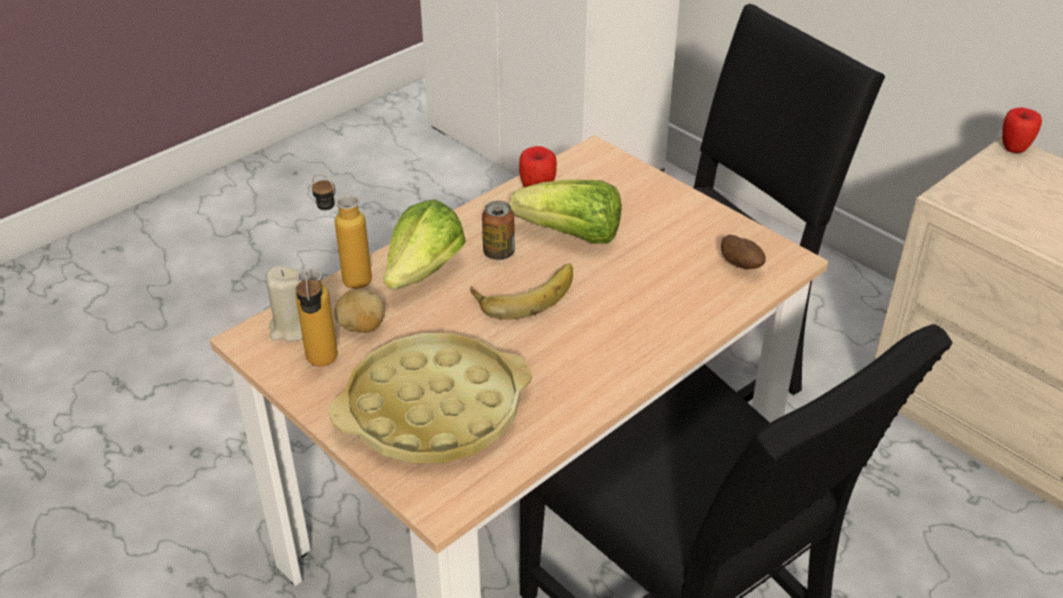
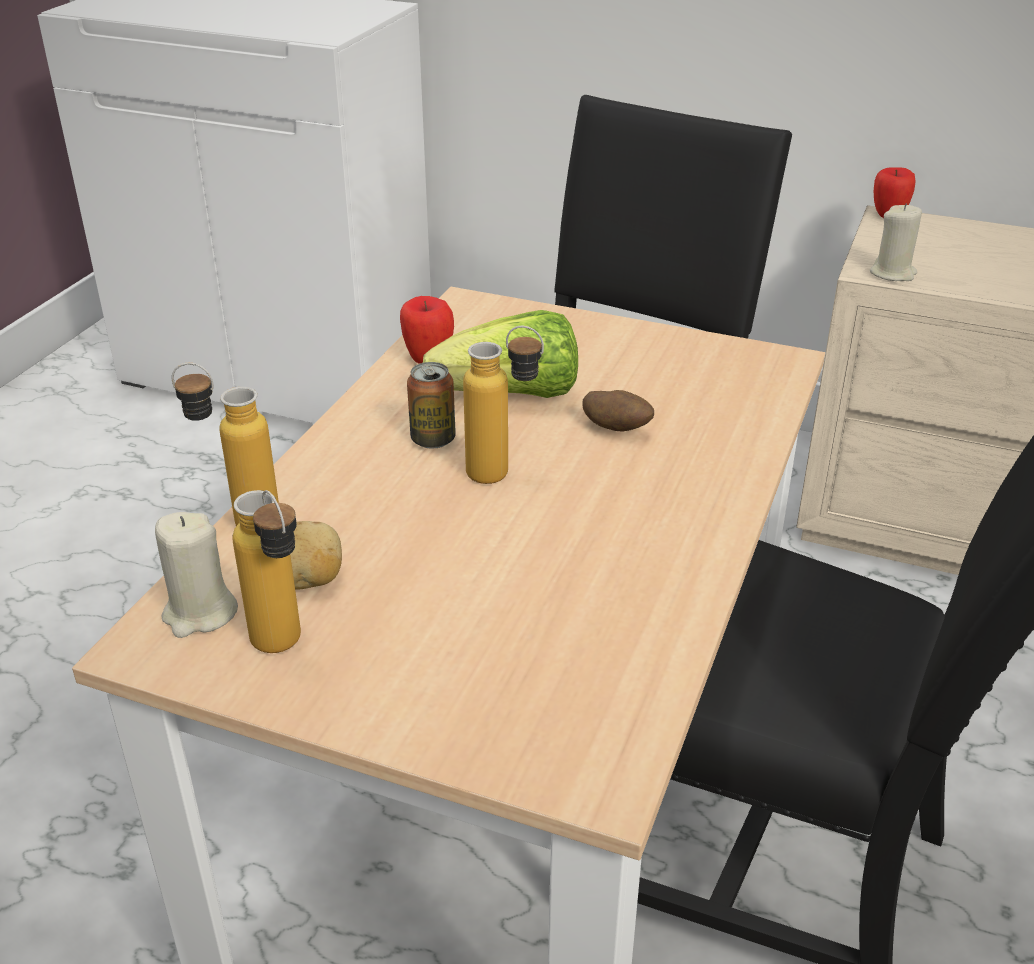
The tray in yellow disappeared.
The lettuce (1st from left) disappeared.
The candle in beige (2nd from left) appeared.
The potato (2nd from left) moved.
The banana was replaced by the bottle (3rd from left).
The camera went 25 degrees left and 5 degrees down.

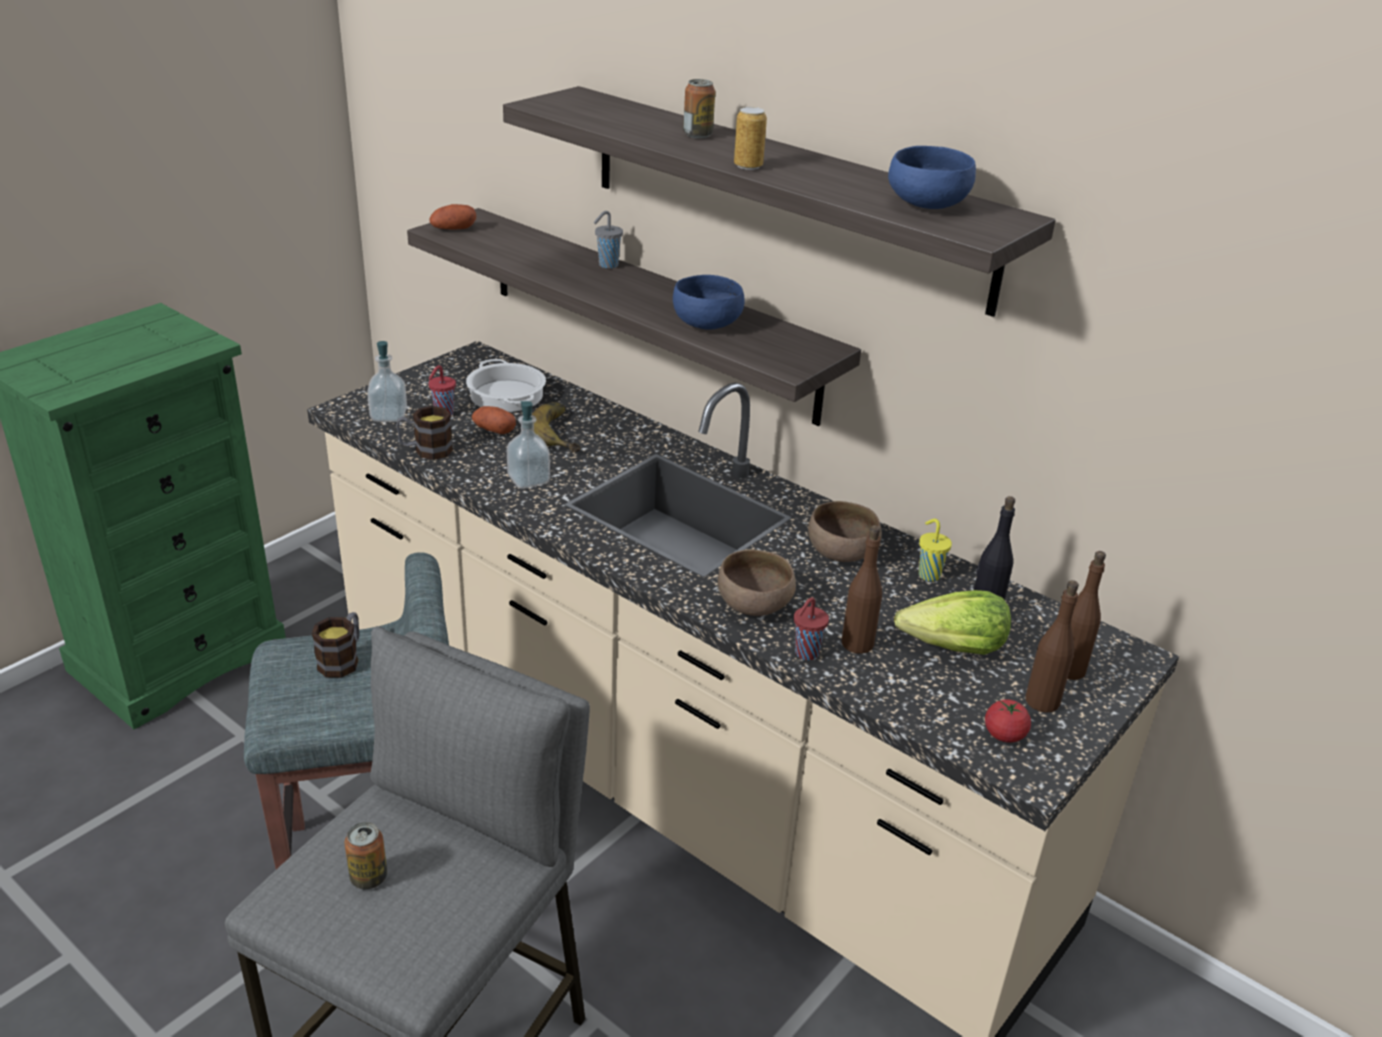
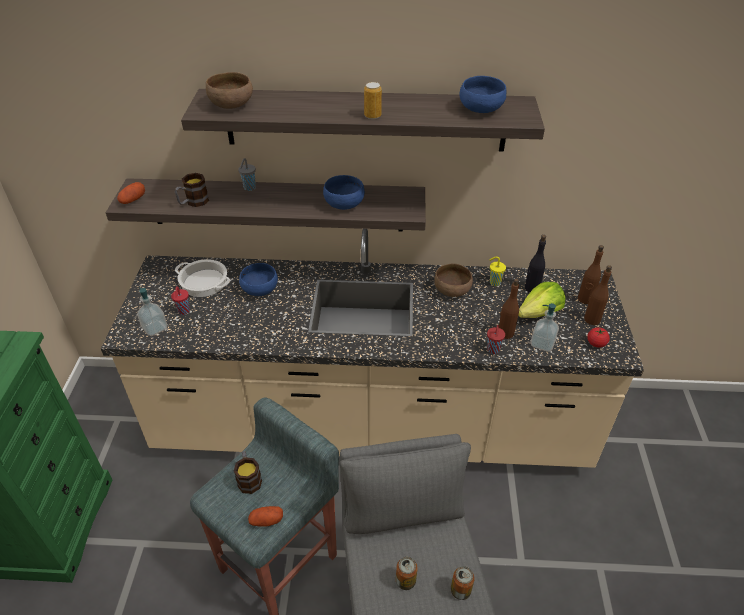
The mug (2nd from left in the first image) moved.
The potato (2nd from left) moved.
The soap dispenser (2nd from left) moved.
The can (2nd from left in the first image) moved.
The bowl in brown (1st from left) moved.
The banana was replaced by the bowl in blue (1st from left).
The camera went 35 degrees left and 10 degrees up.

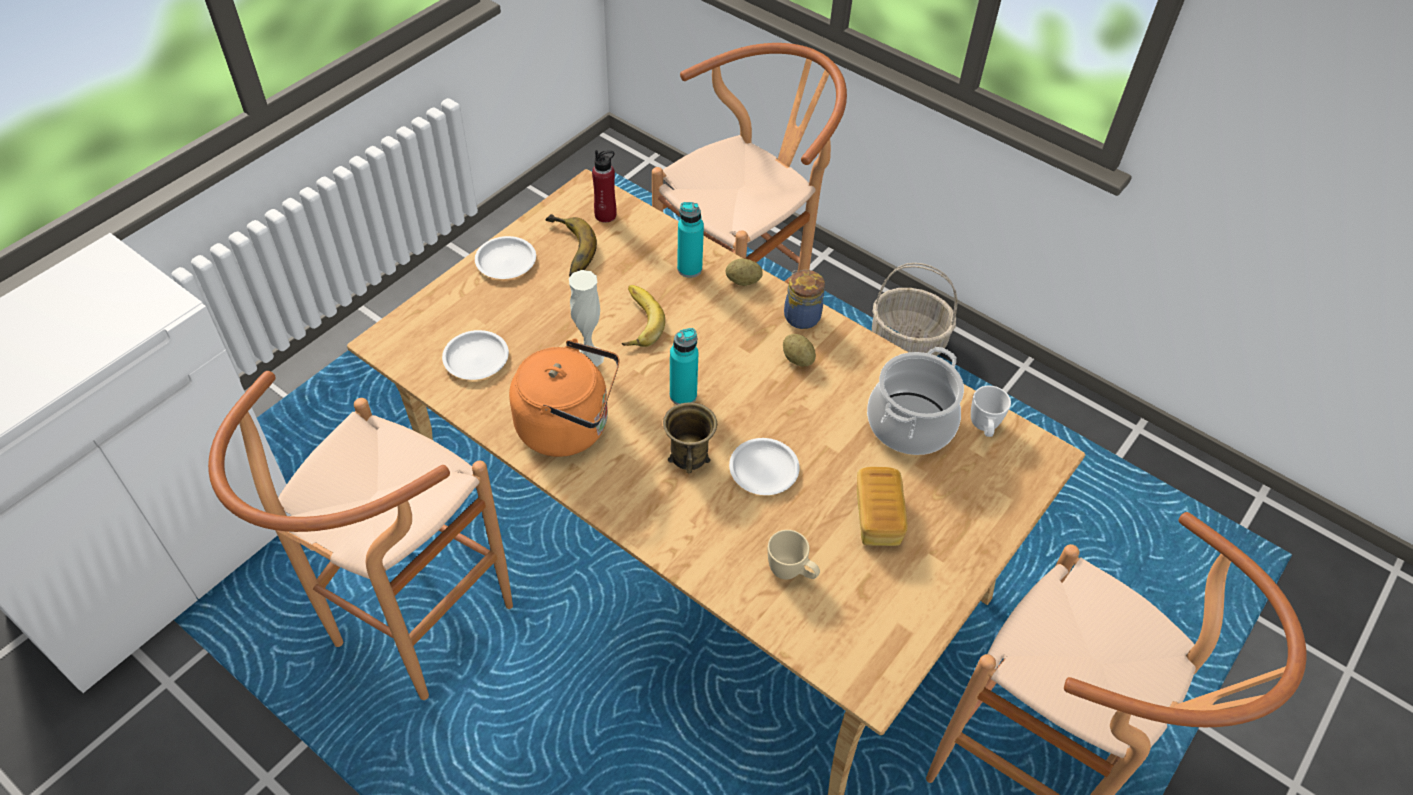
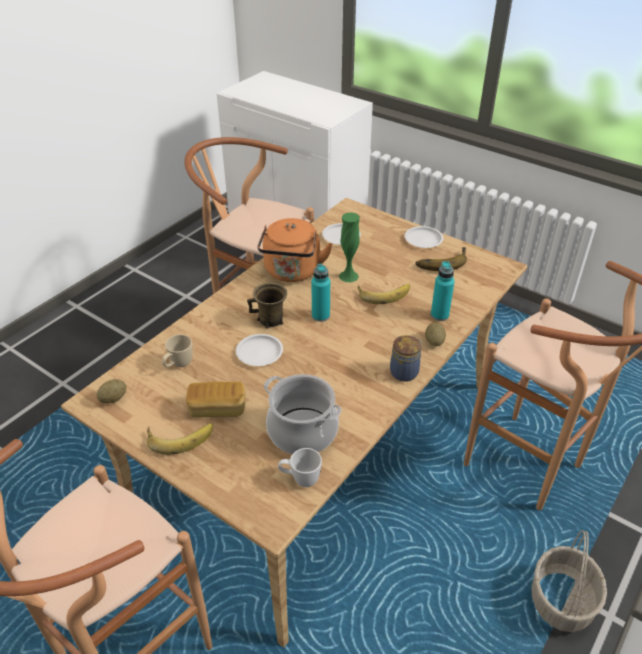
The bottle in red disappeared.
The banana (1st from left) appeared.
The potato (2nd from left in the first image) moved.
The vase in white became the vase in green.
The camera went 90 degrees right and 10 degrees down.

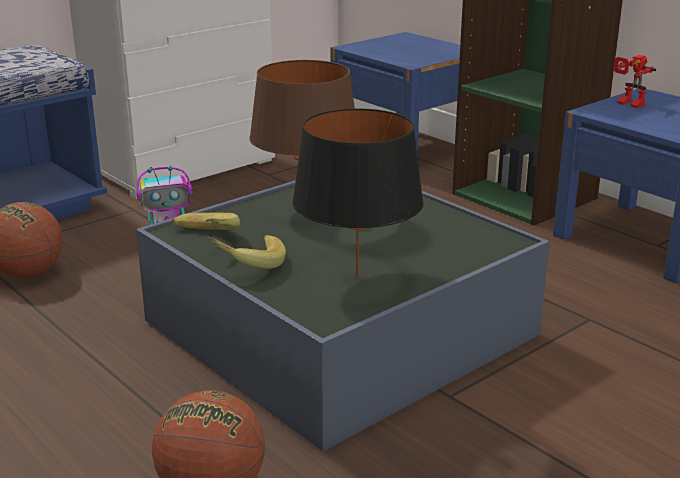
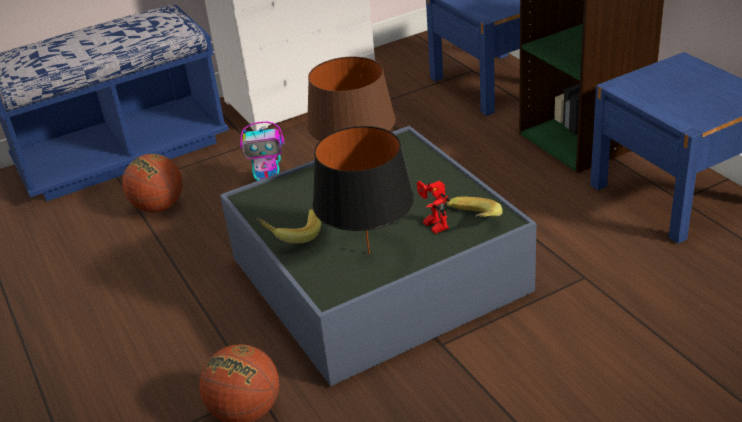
The banana (1st from left in the first image) moved.
The toy robot (2nd from left) moved.
The camera went 15 degrees right and 10 degrees up.

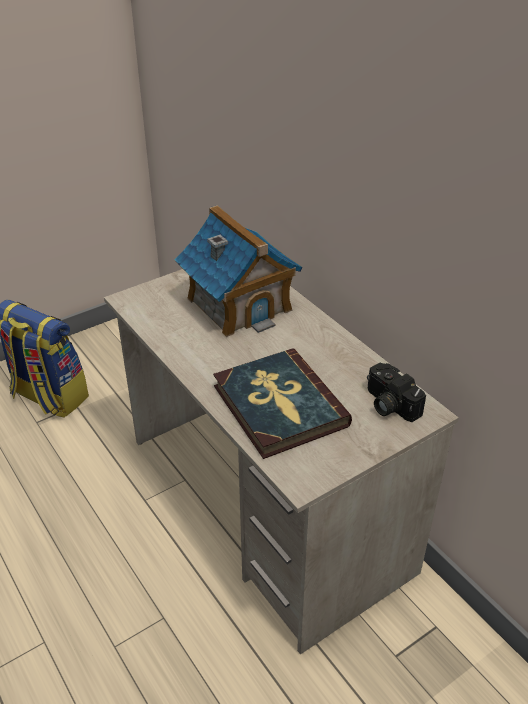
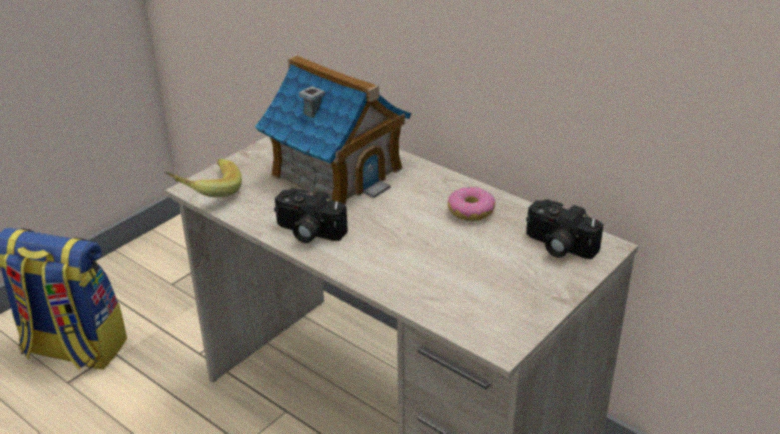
The book disappeared.
The banana appeared.
The photo camera (1st from left) appeared.
The donut appeared.
The camera went 15 degrees left and 5 degrees down.

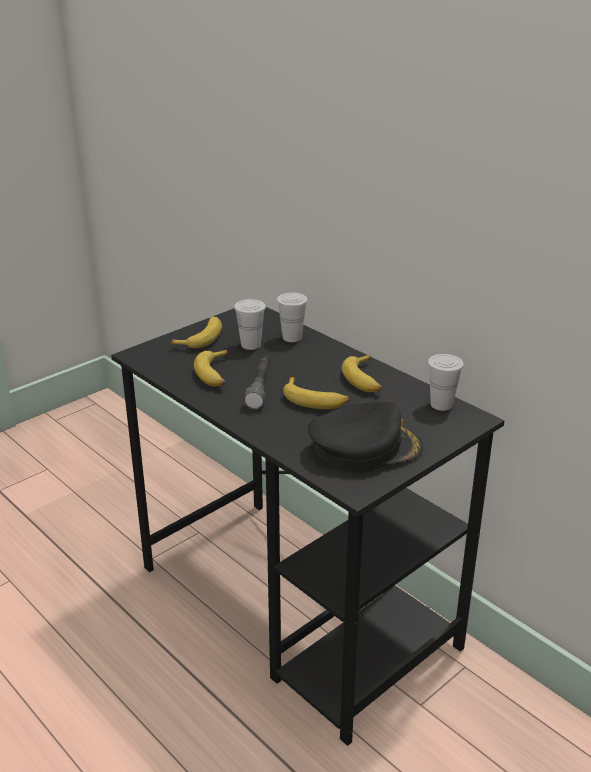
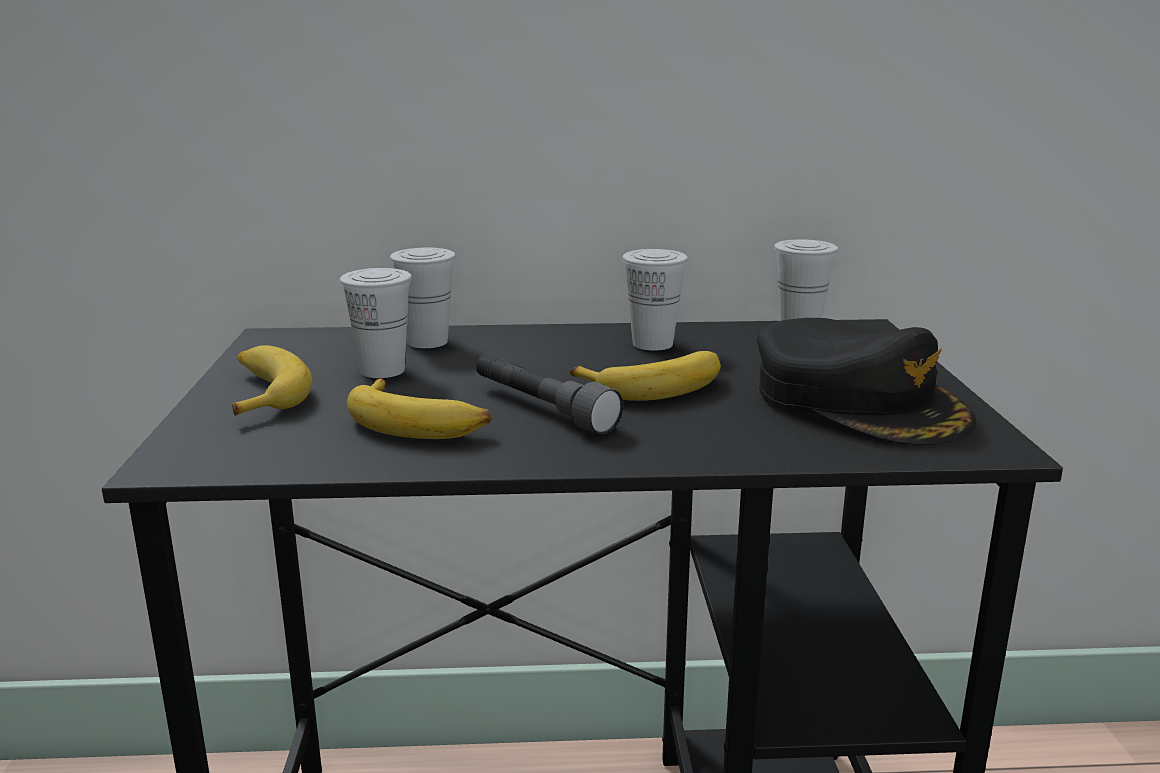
The banana (4th from left) was replaced by the cup in white (3rd from left).
The cap in black turned 120 degrees clockwise.
The camera went 50 degrees left and 10 degrees down.

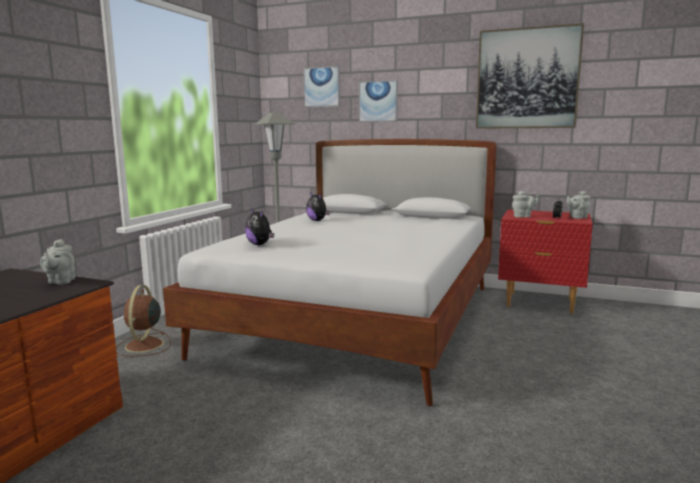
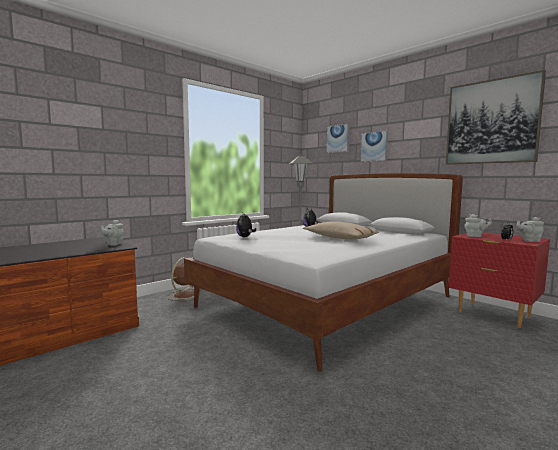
The pillow in beige appeared.
The camera went 25 degrees right and 5 degrees down.

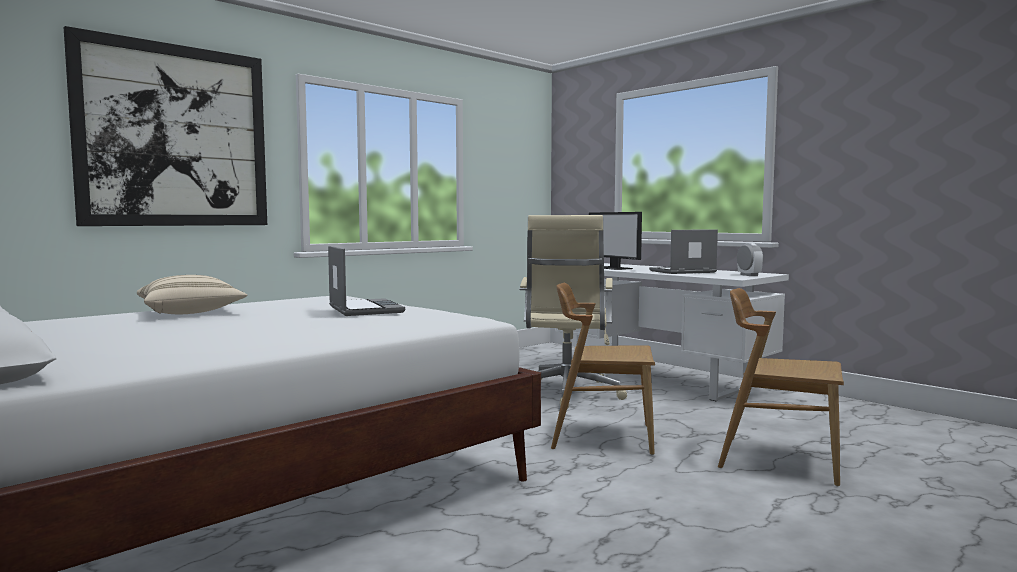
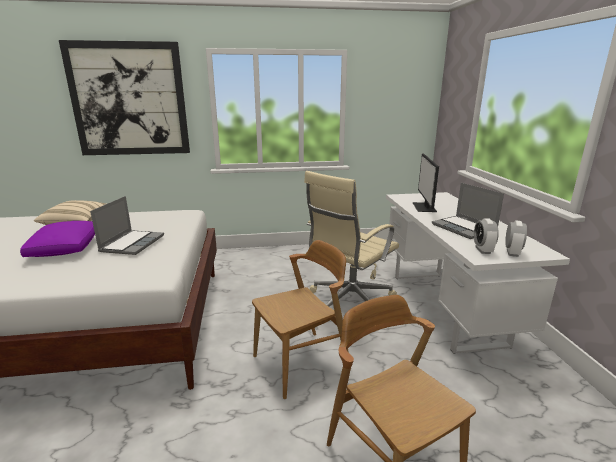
The pillow in purple appeared.
The alarm clock (1st from left) appeared.
The chair in brown (1st from left) turned 105 degrees clockwise.
The laptop (2nd from left) turned 135 degrees counterclockwise.
The camera went 35 degrees right and 15 degrees up.

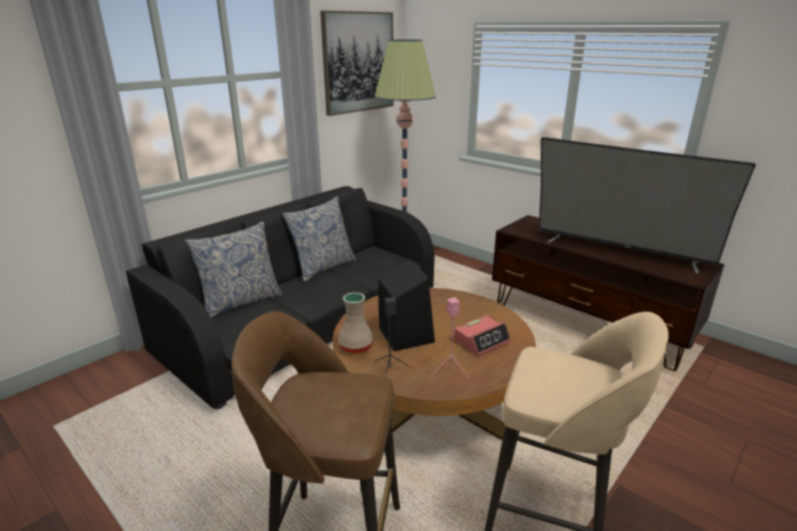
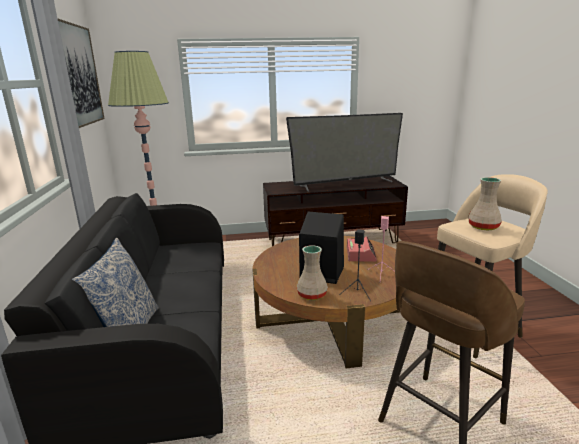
The pillow (2nd from left) disappeared.
The vase in beige (2nd from left) appeared.
The camera went 50 degrees left and 5 degrees down.

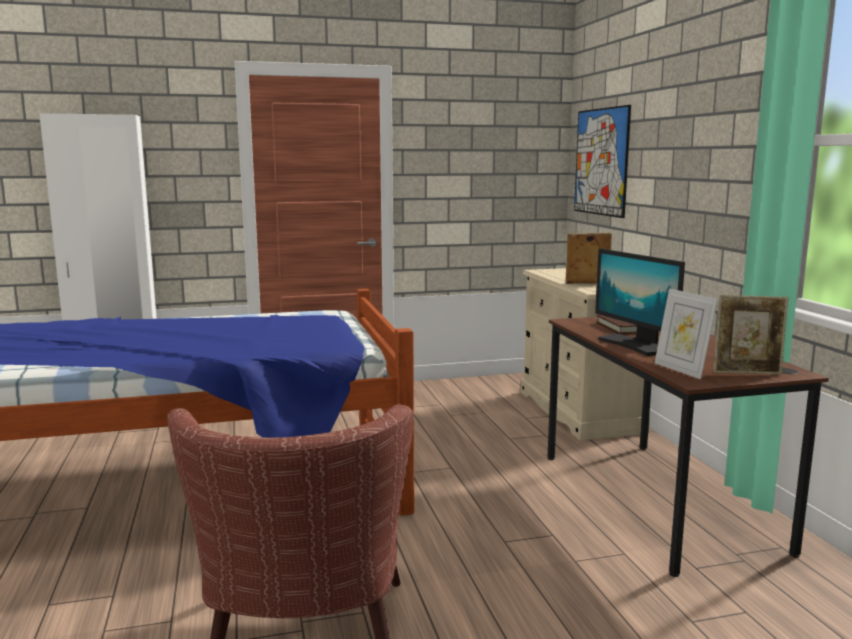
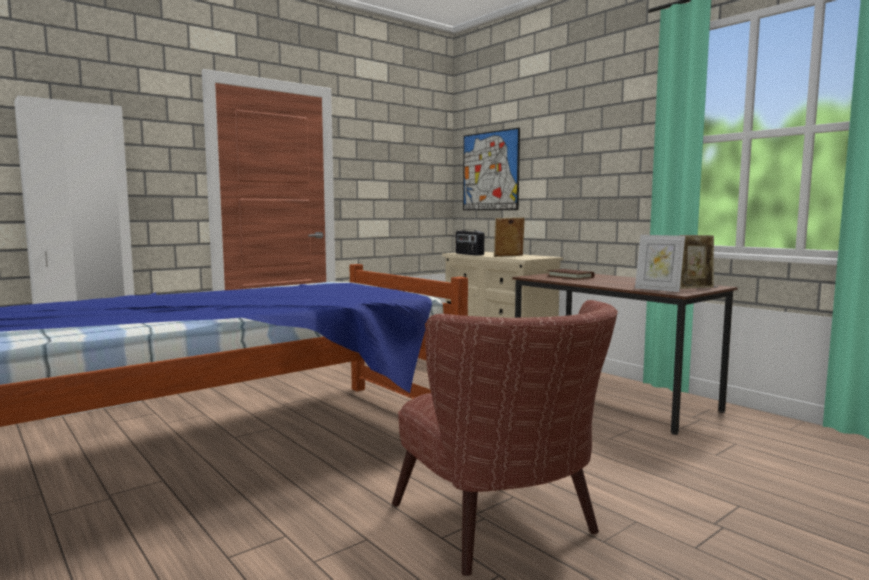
The monitor disappeared.
The radio appeared.
The camera went 25 degrees left and 5 degrees down.

